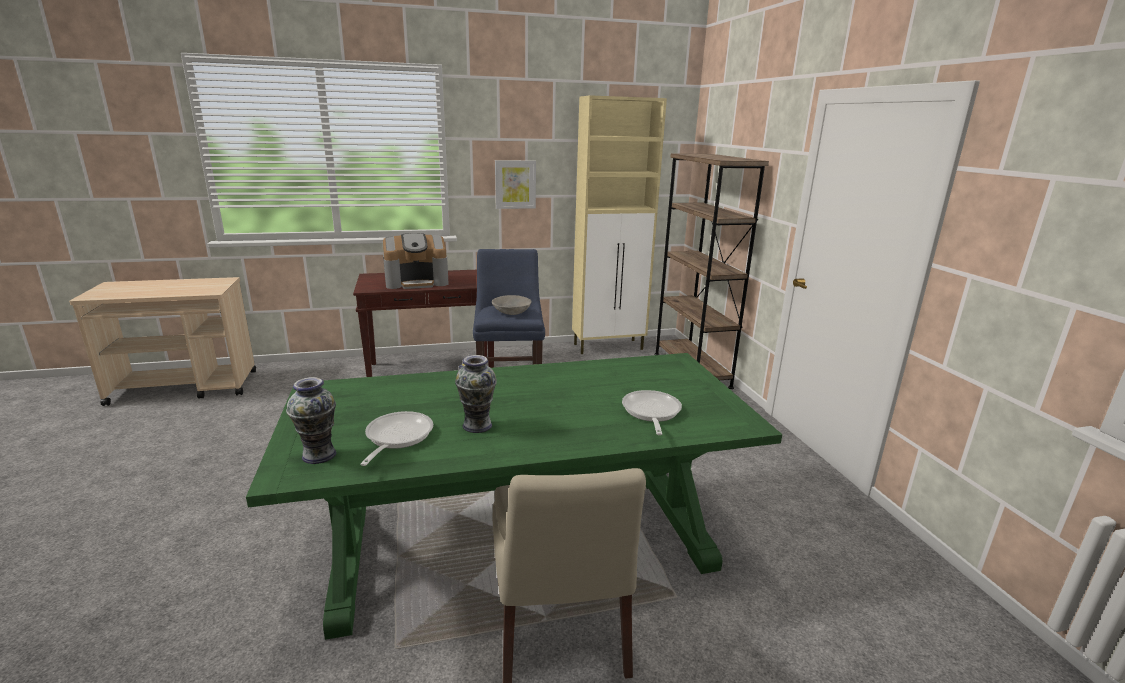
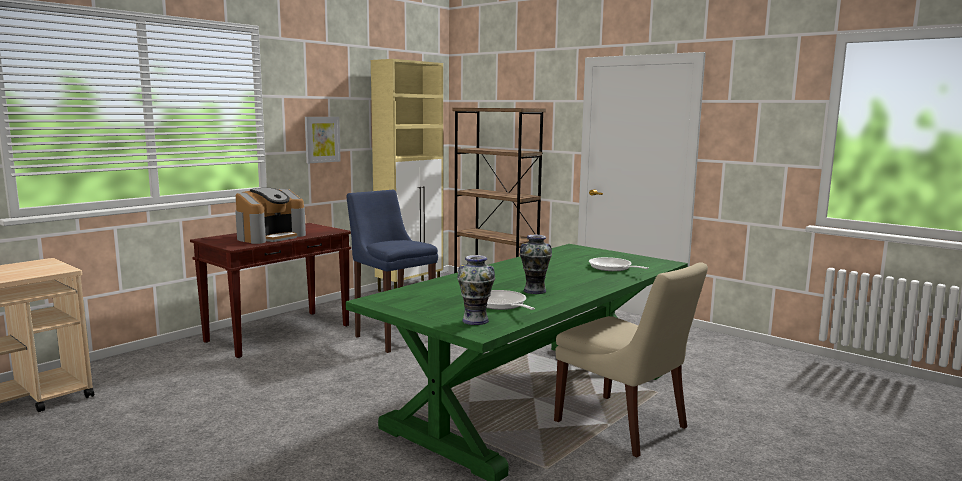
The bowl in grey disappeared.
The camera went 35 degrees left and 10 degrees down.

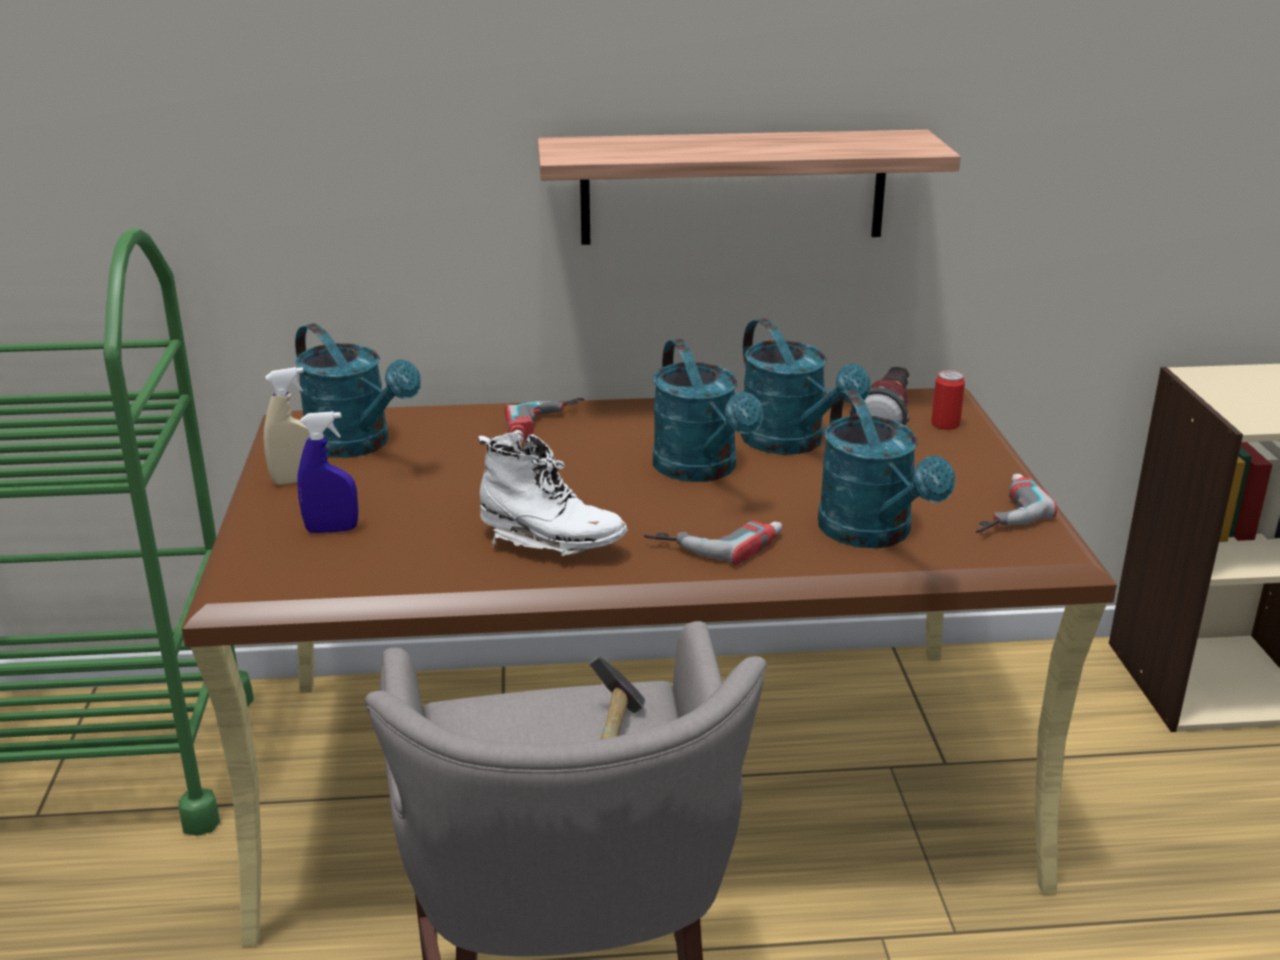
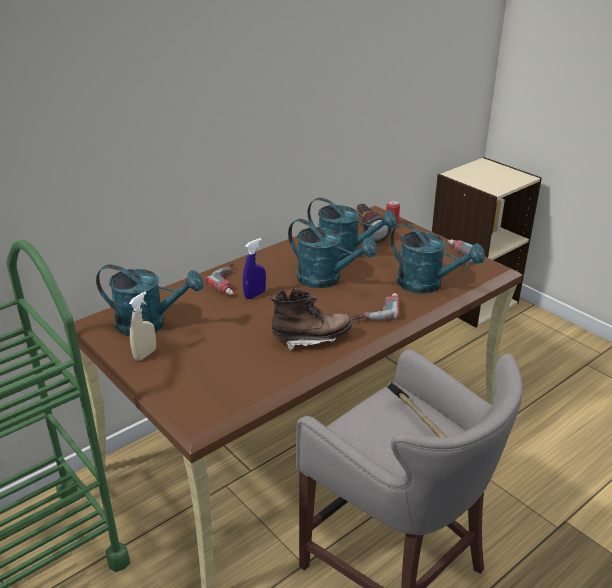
The shelf disappeared.
The spray bottle in blue moved.
The boot in white became the boot in brown.
The camera went 35 degrees left and 5 degrees up.

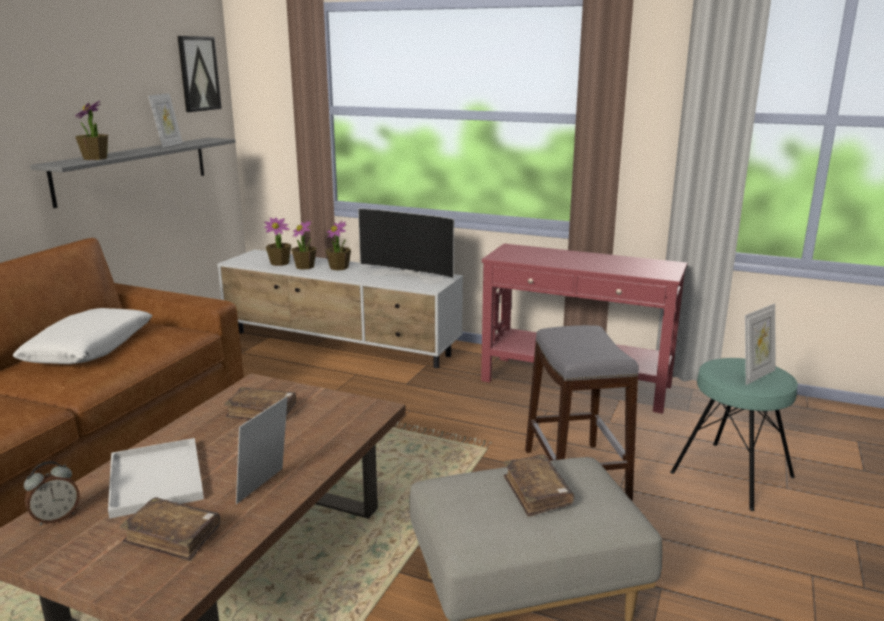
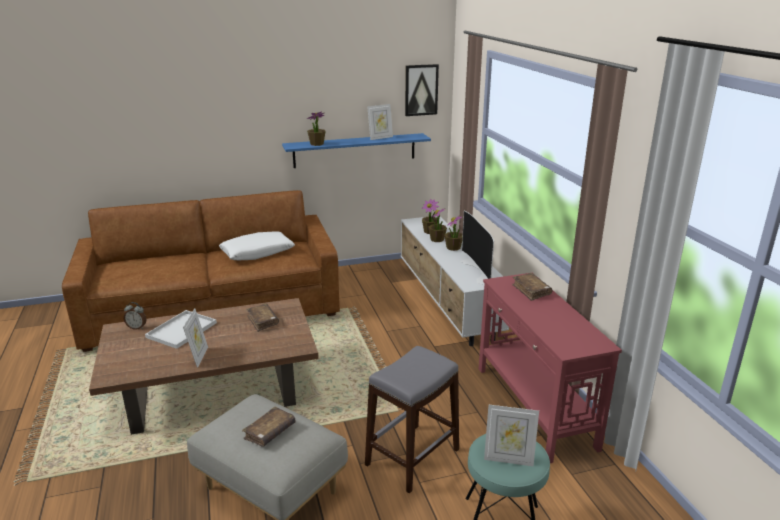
The book in brown (1st from left in the first image) moved.
The shelf in grey became the shelf in blue.
The picture frame (2nd from left in the first image) turned 105 degrees clockwise.
The camera went 50 degrees right and 5 degrees up.

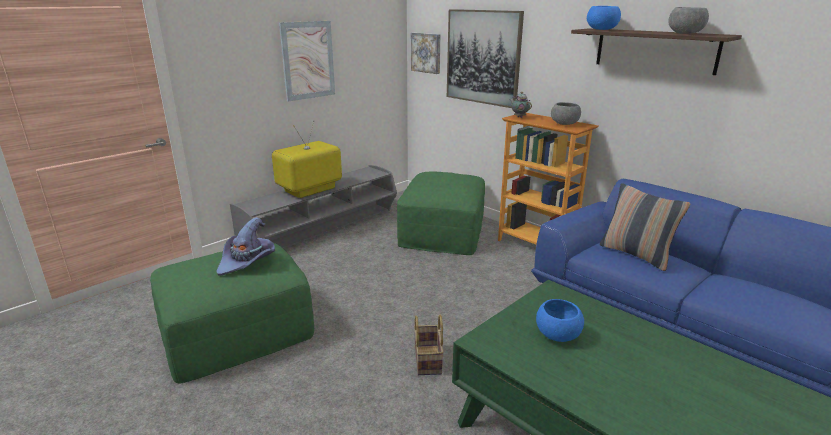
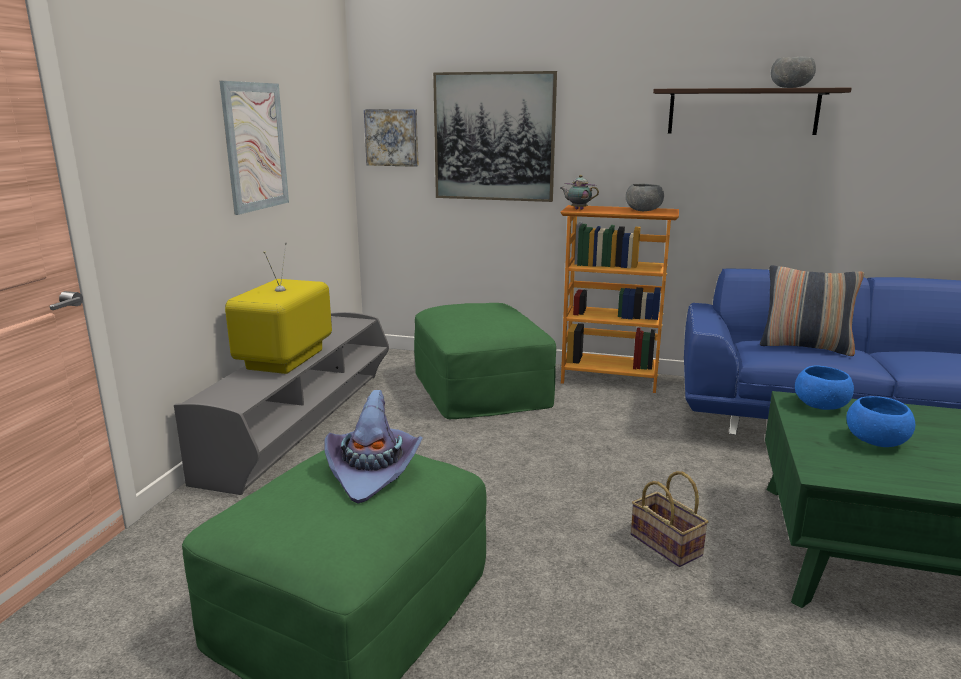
The bowl in blue (2nd from left in the first image) moved.
The camera went 30 degrees left and 5 degrees down.

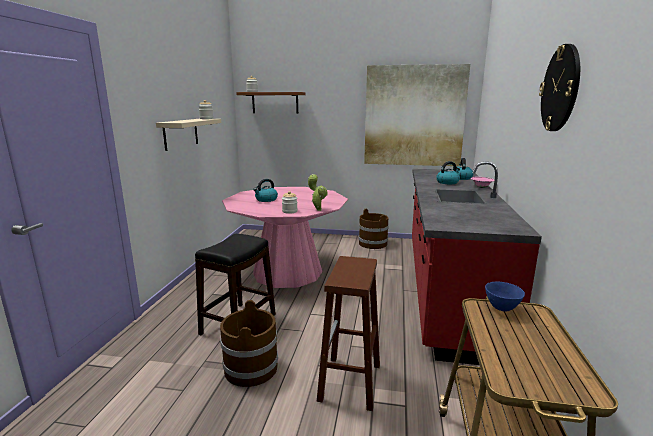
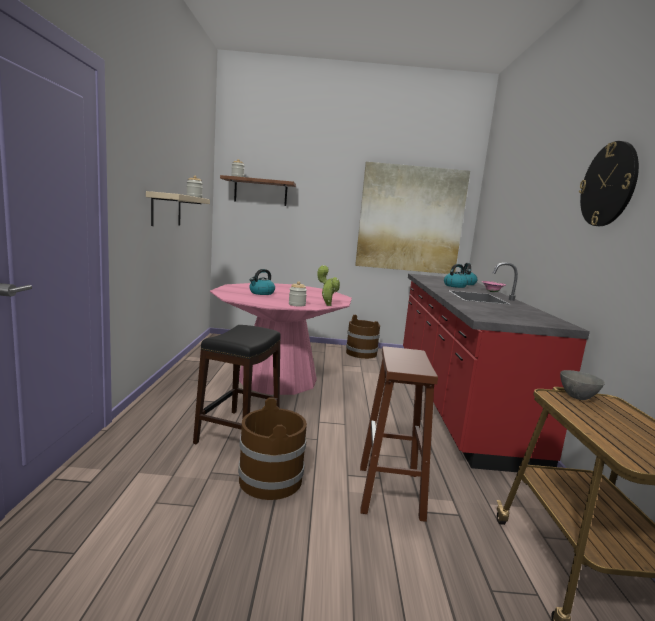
The bowl in blue became the bowl in grey.
The camera went 10 degrees left and 5 degrees down.

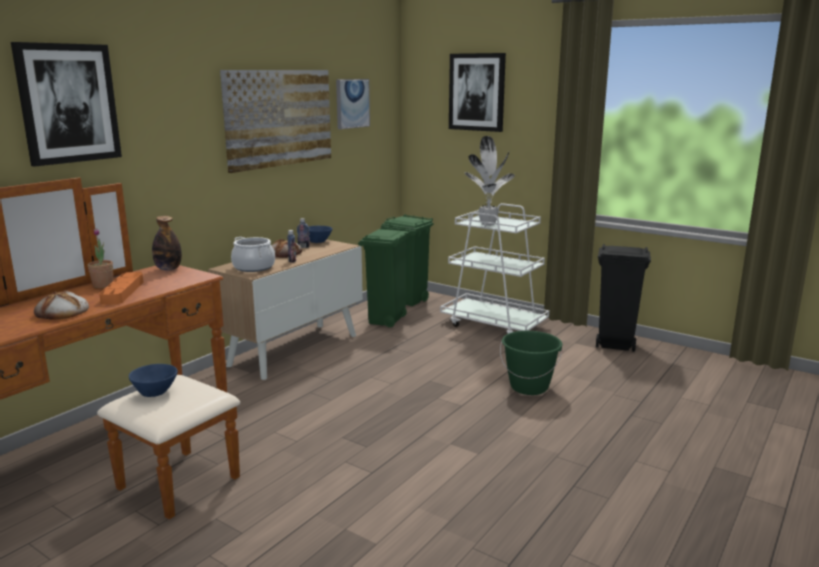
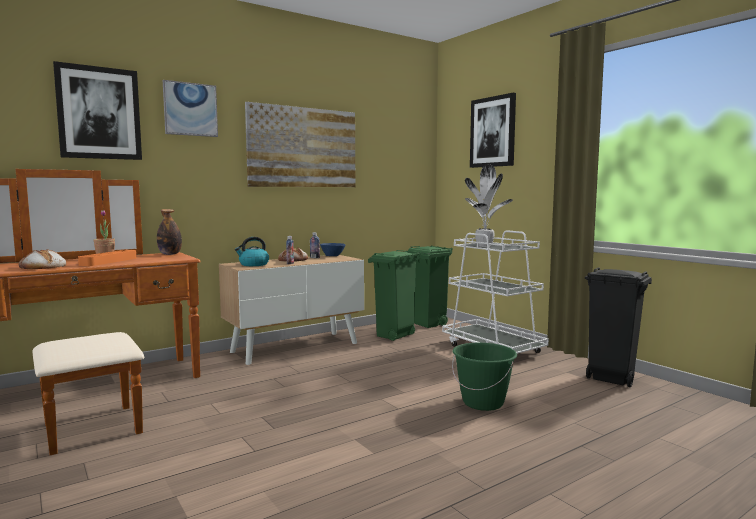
The bowl in blue (1st from left) disappeared.
The picture (3rd from left in the first image) moved.
The cooking pot was replaced by the kettle.
The camera went 20 degrees right and 10 degrees down.

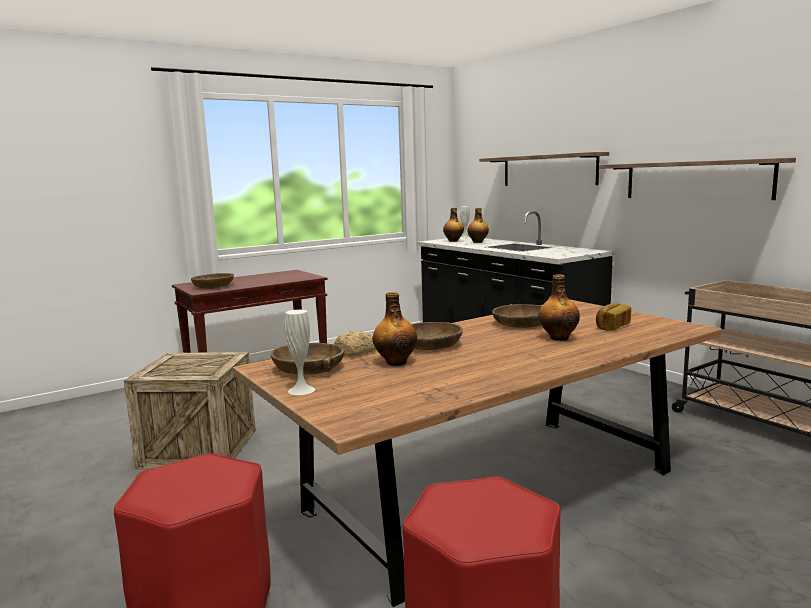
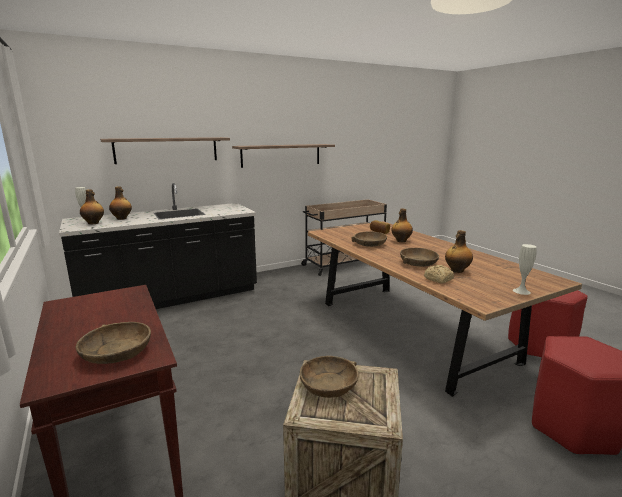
The bowl in brown (2nd from left) moved.
The camera went 85 degrees left and 5 degrees up.

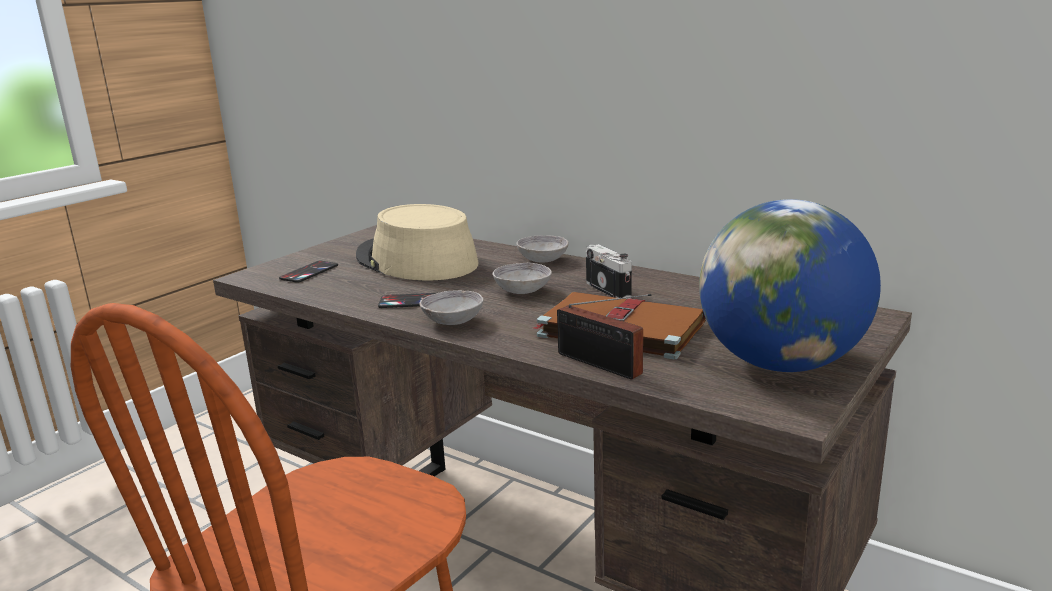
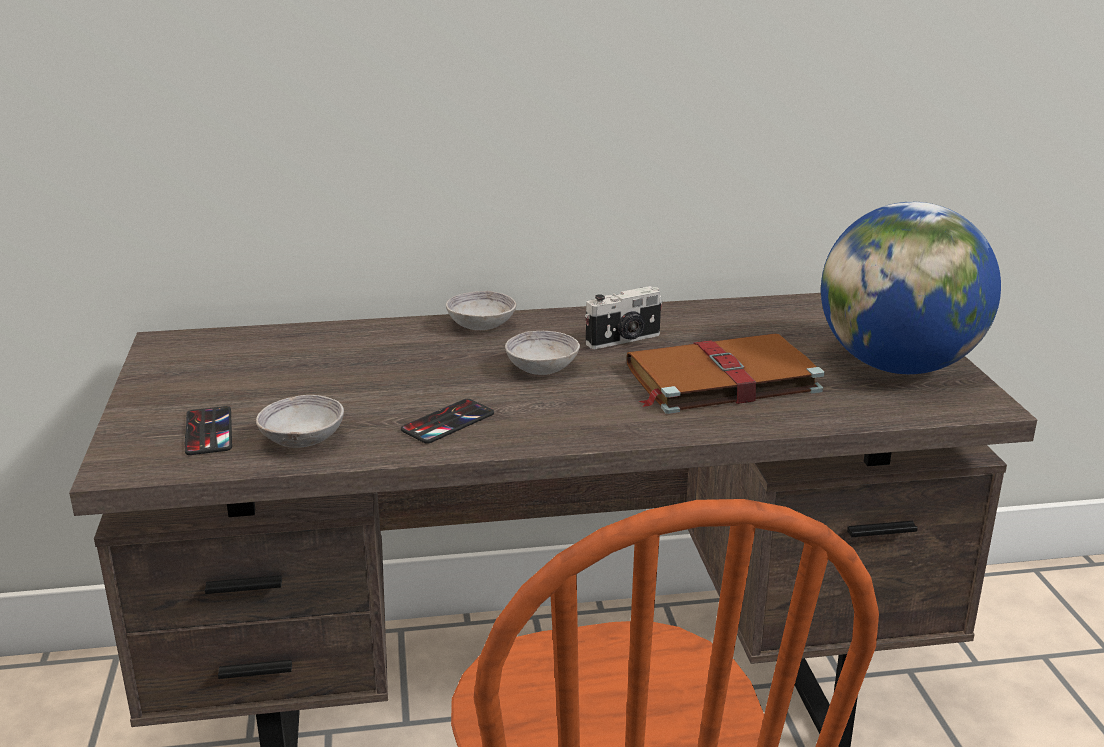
The hat in beige disappeared.
The radio disappeared.
The bowl in grey (1st from left) moved.
The photo camera turned 135 degrees clockwise.
The camera went 45 degrees left and 5 degrees up.

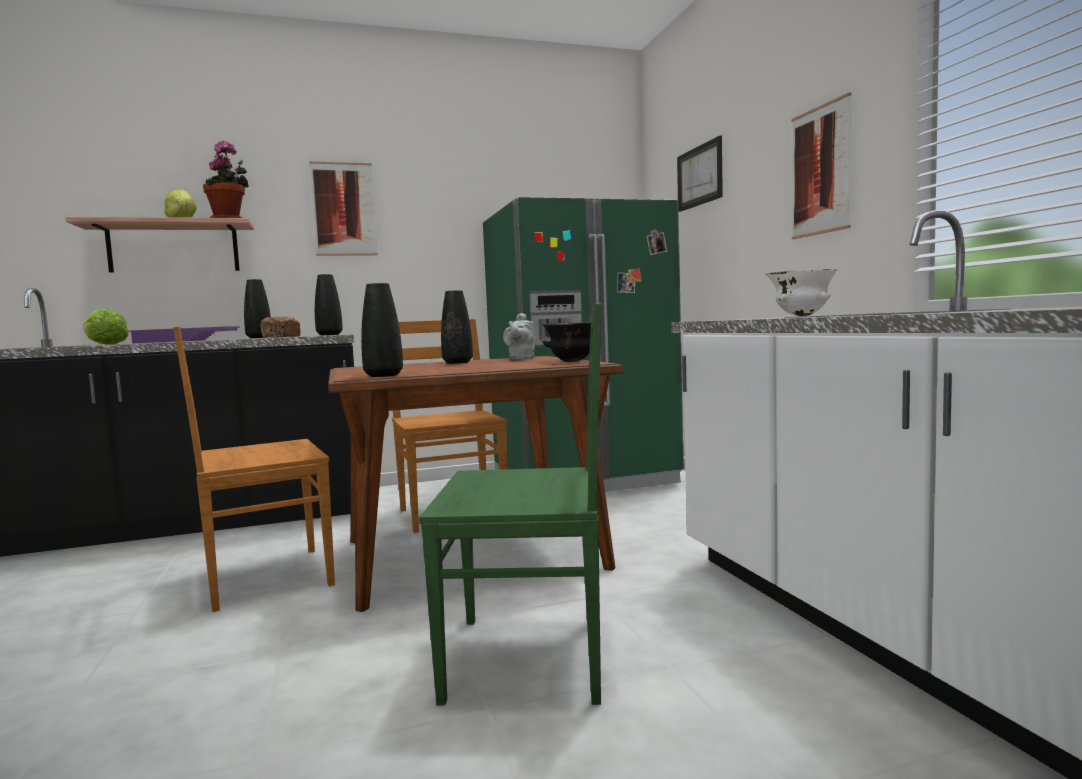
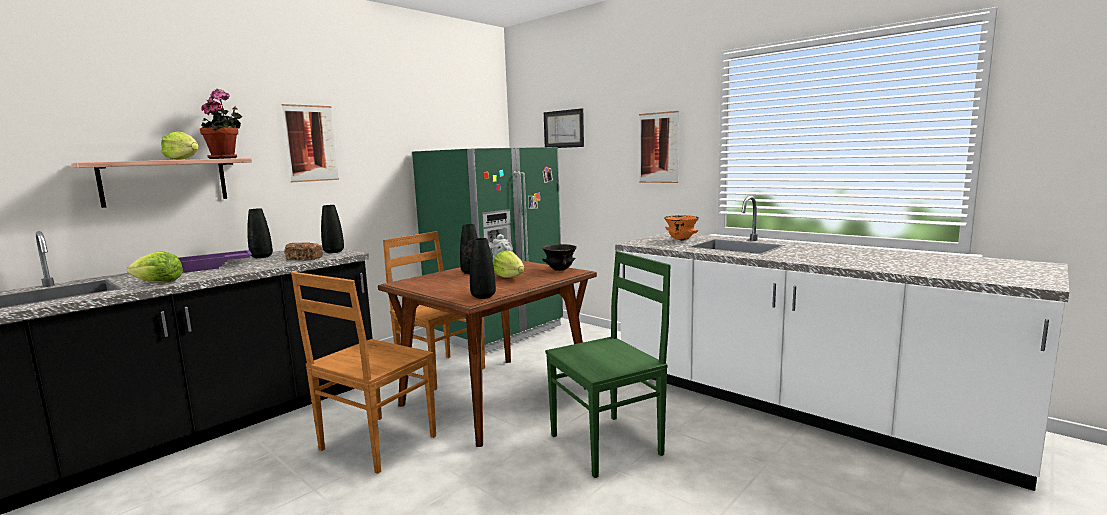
The lettuce (3rd from left) appeared.
The bowl in white became the bowl in orange.
The camera went 30 degrees left and 5 degrees up.

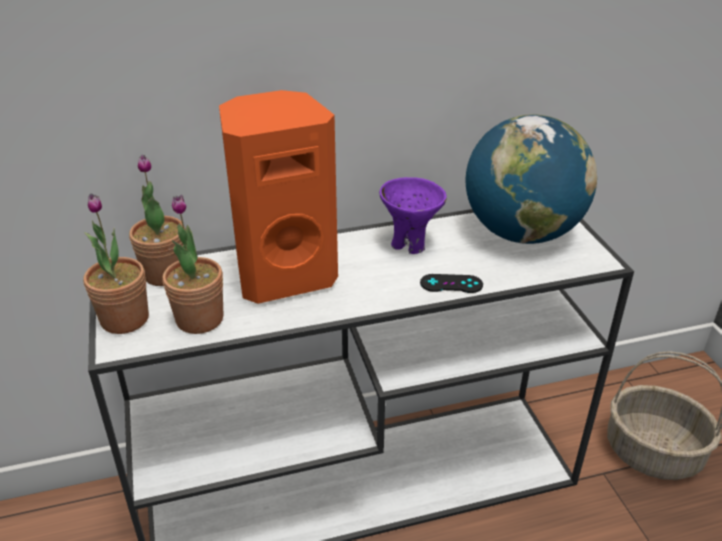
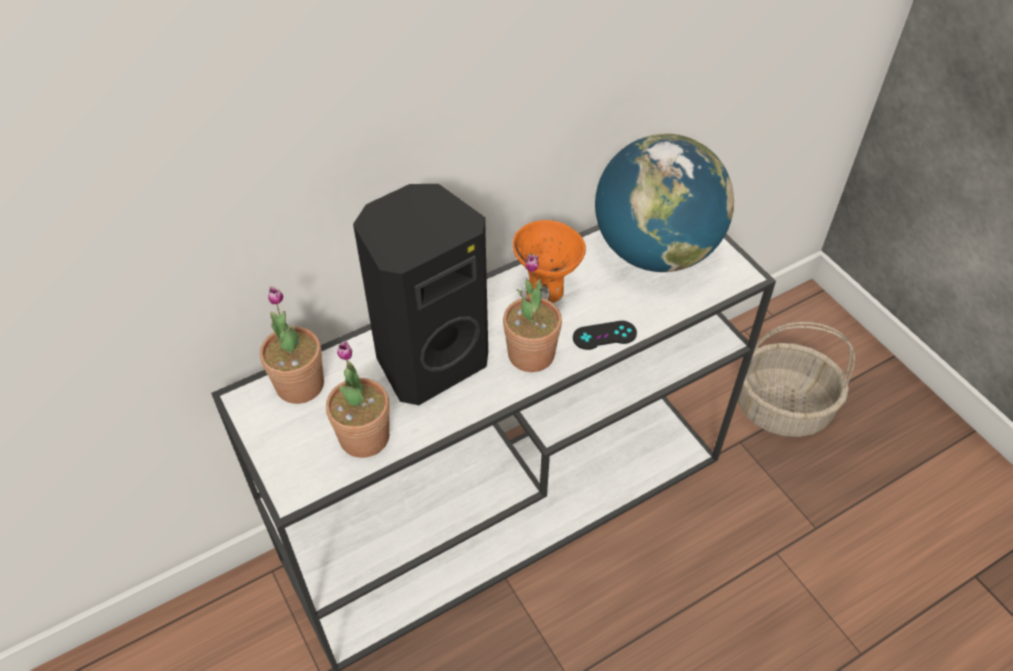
The potted plant (1st from left in the first image) moved.
The speaker in orange became the speaker in black.
The bowl in purple became the bowl in orange.
The camera went 15 degrees left and 15 degrees up.

